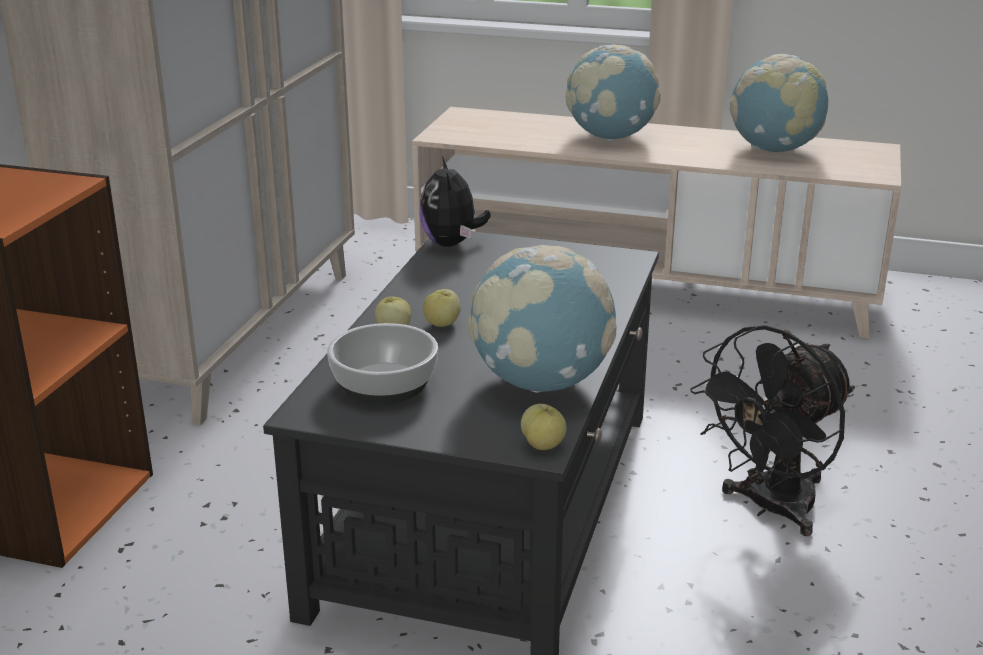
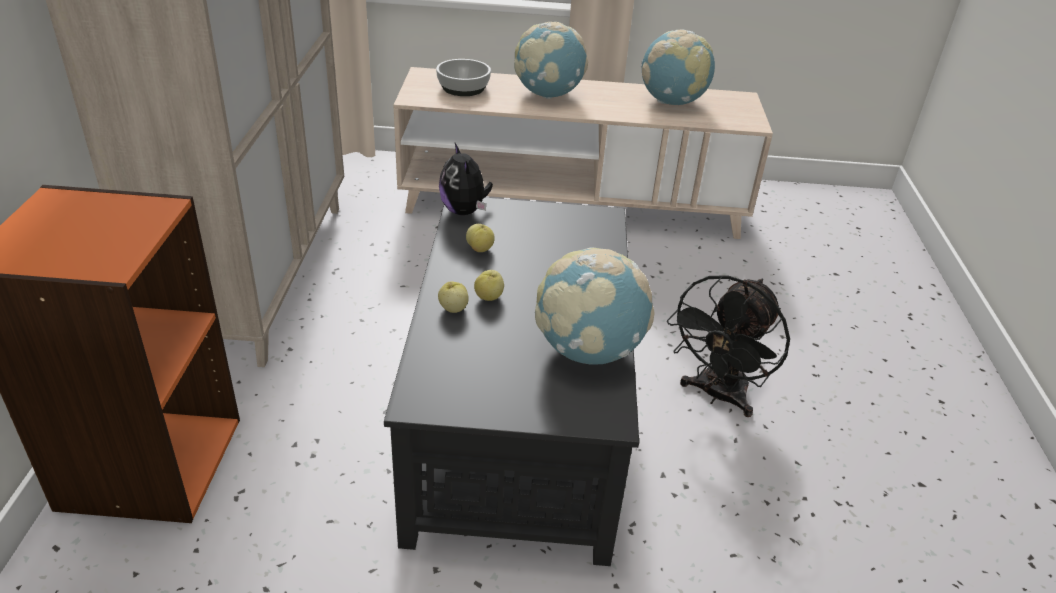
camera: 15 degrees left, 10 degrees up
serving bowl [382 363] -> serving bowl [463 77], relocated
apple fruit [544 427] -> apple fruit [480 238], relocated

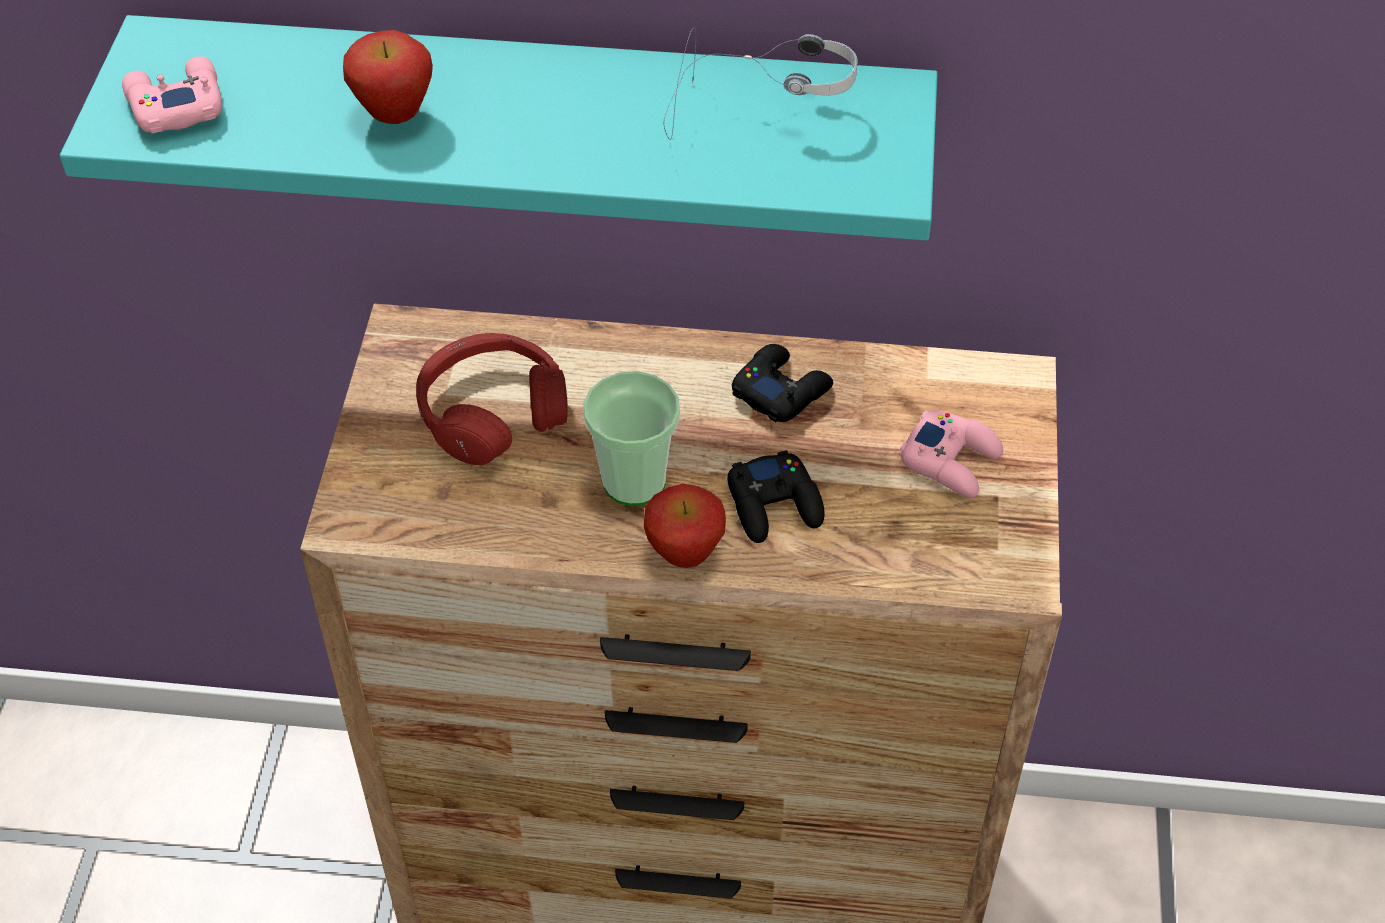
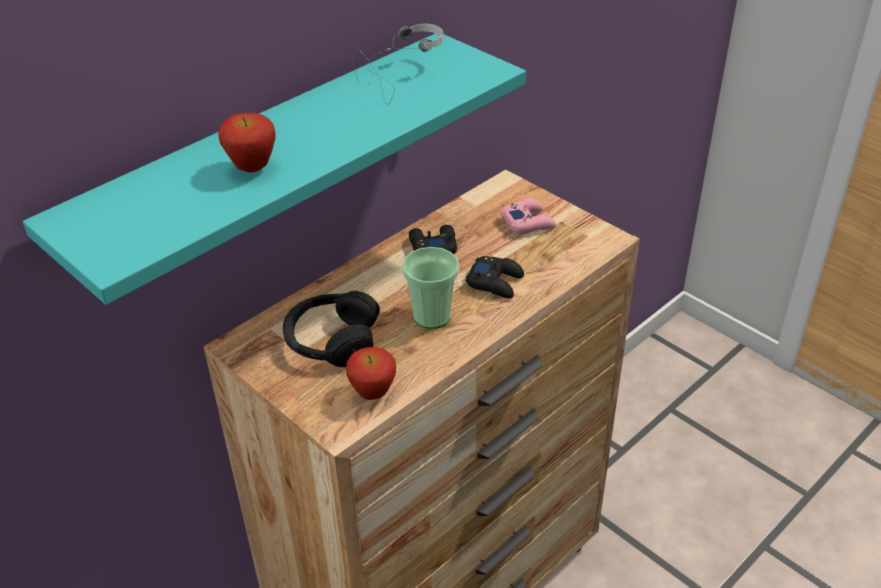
camera: 50 degrees left, 10 degrees down
pink-coloured game controller [172 94] -> none
reddish pair of headphones [492 399] -> black pair of headphones [331 329]
apple fruit [685 526] -> apple fruit [371 373], relocated

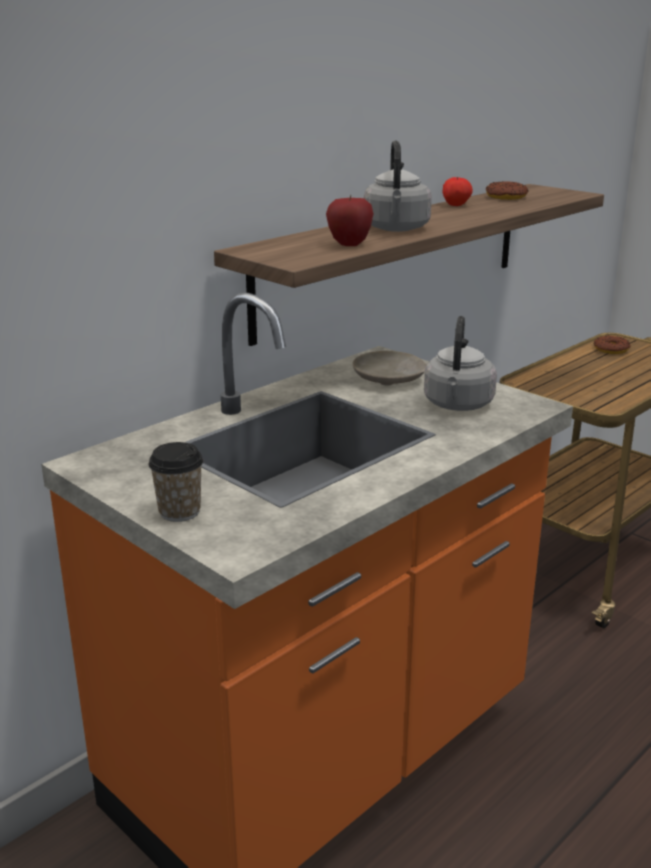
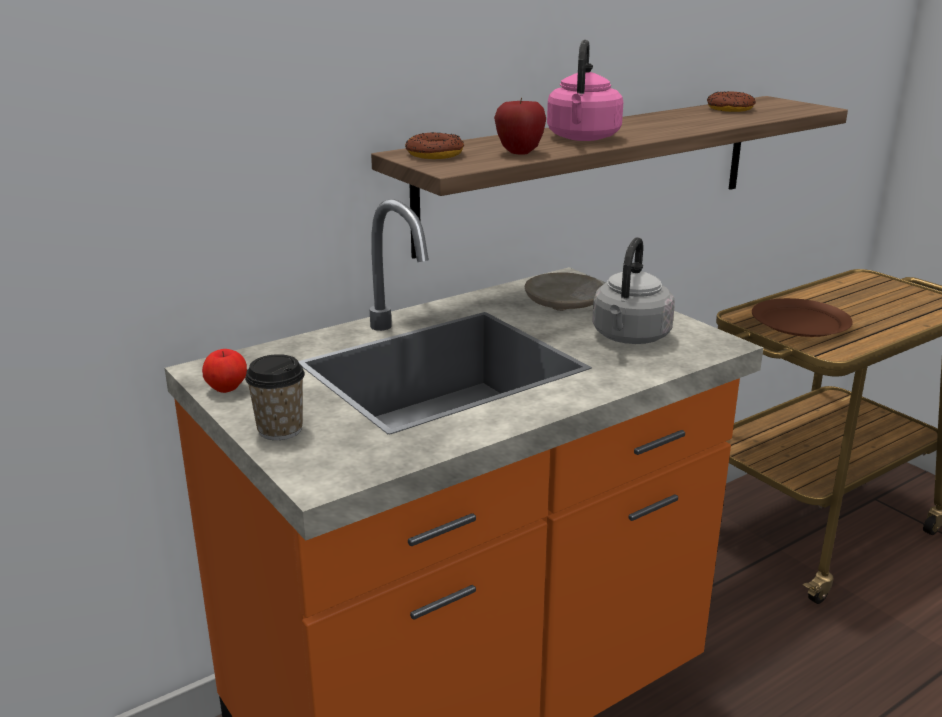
camera: 10 degrees right, 0 degrees up
grey kettle [398 186] -> pink-coloured kettle [585 90]
apple fruit [457 191] -> apple fruit [224 371], relocated
donut [612 344] -> donut [434 145], relocated
none -> brown-coloured dinner plate [802 317]

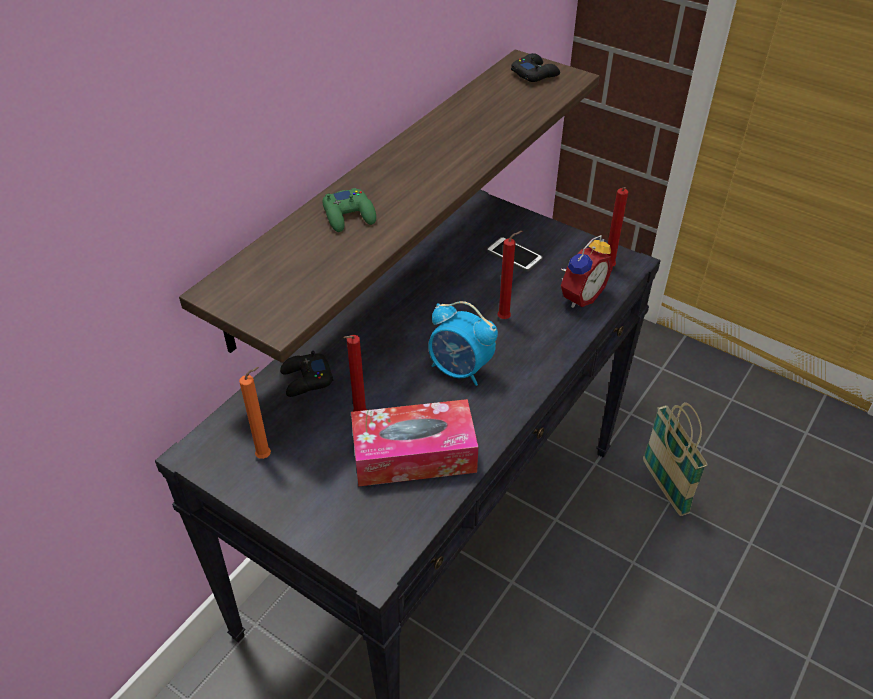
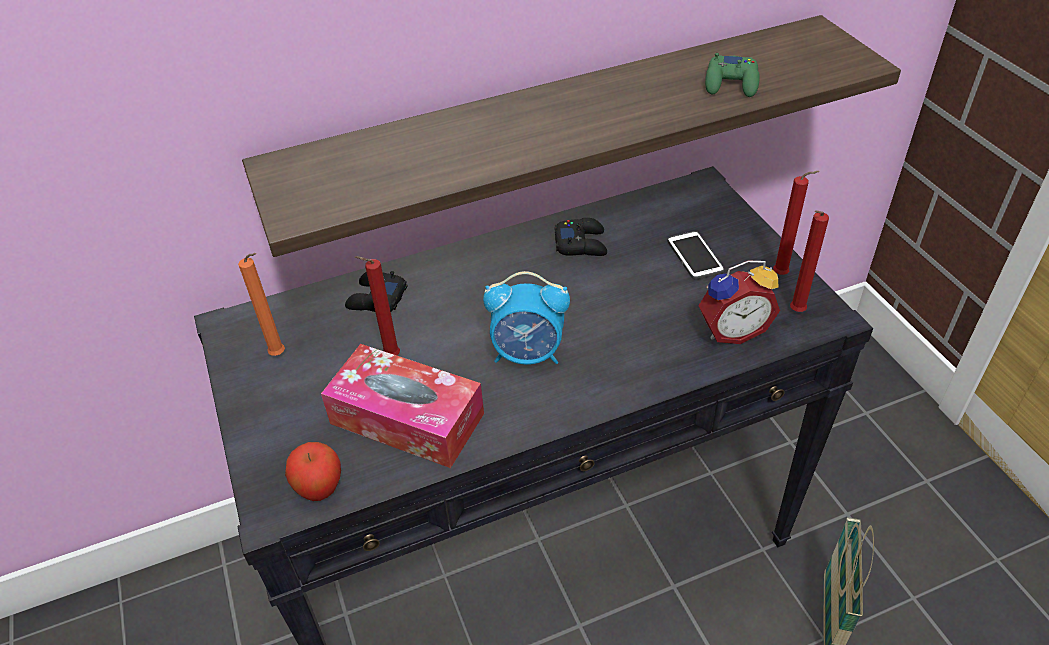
camera: 35 degrees right, 0 degrees up
black game controller [535 67] -> black game controller [581 237], relocated
greenish game controller [349 210] -> greenish game controller [732 75], relocated
reddish wax light [509 275] -> reddish wax light [796 223], relocated
table clock [463 343] -> table clock [526 318], 60 degrees counterclockwise
none -> apple fruit [313 471]

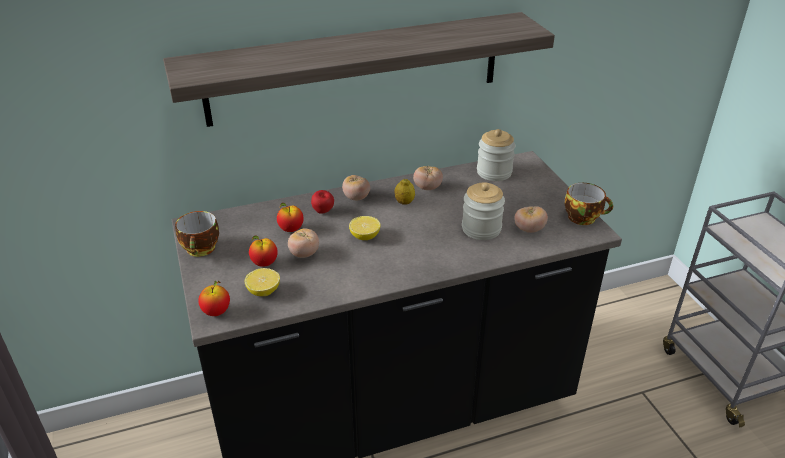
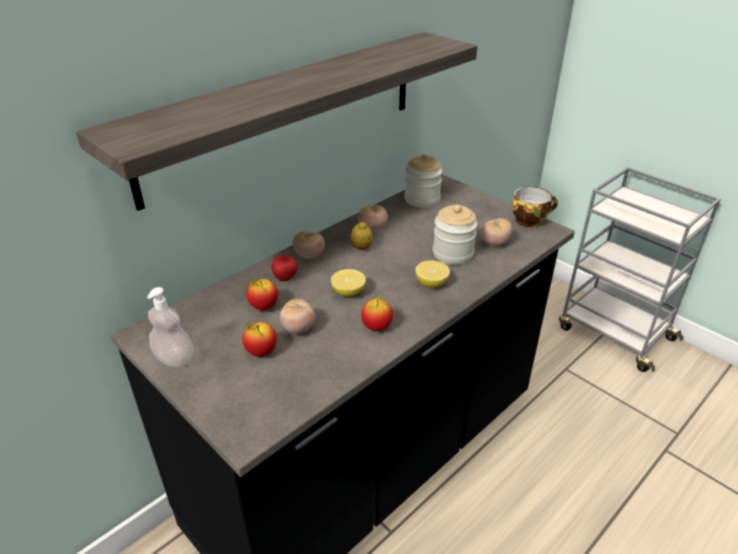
camera: 25 degrees left, 0 degrees up
drinking cup [197 234] -> soap dispenser [170 327]
citrus fruit [262 282] -> citrus fruit [432 274], relocated
apple fruit [214 298] -> apple fruit [377 312], relocated

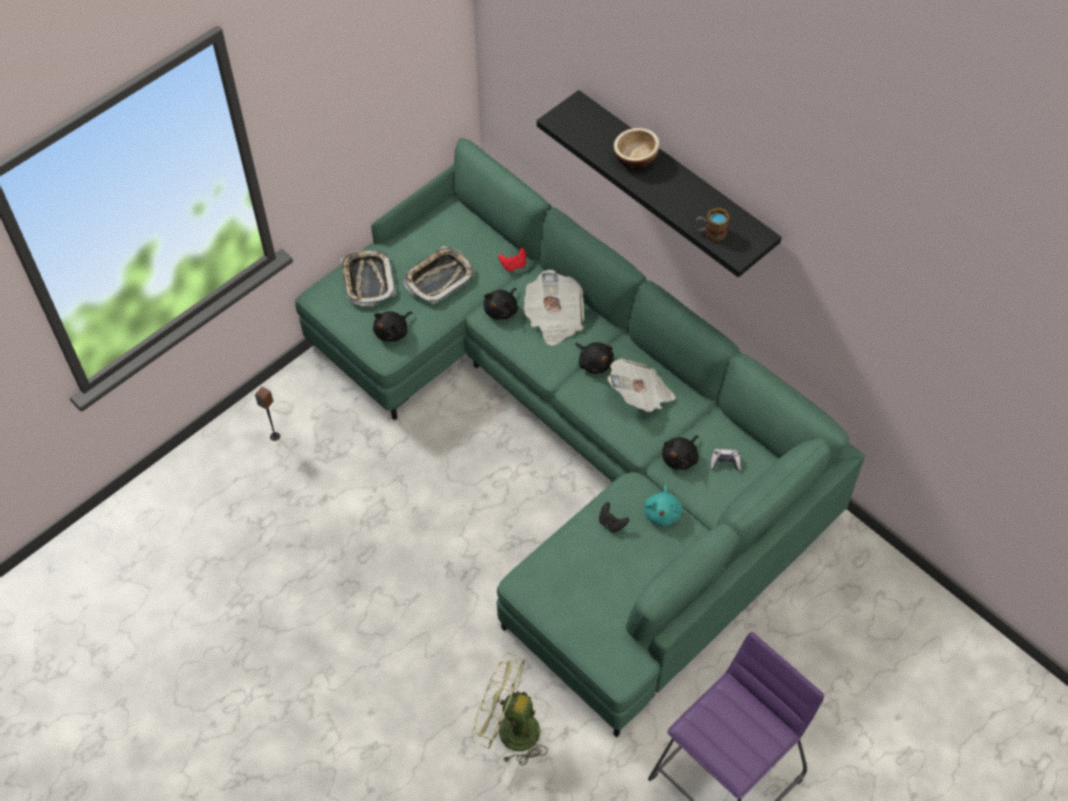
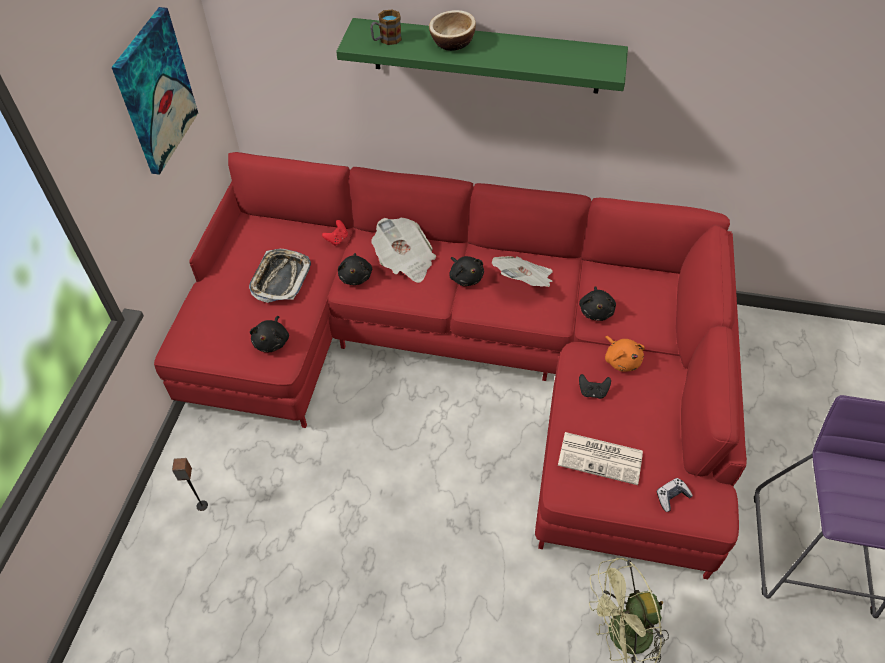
camera: 35 degrees left, 5 degrees down
black shelf [659 184] -> greenish shelf [482 56]
greenish couch [580 438] -> reddish couch [450 365]
mug [713 225] -> mug [386 27], relocated
carrying tray [368 278] -> none
black plush toy [594 358] -> black plush toy [466 271], 45 degrees clockwise
game controller [725 460] -> game controller [675 495], relocated
blue-green plush toy [664 505] -> orange-coloured plush toy [625 354]
none -> picture [155 91]
none -> printed paper [600 458]

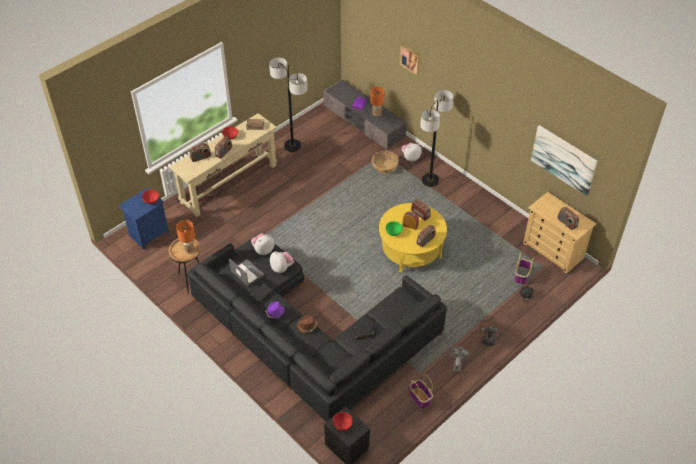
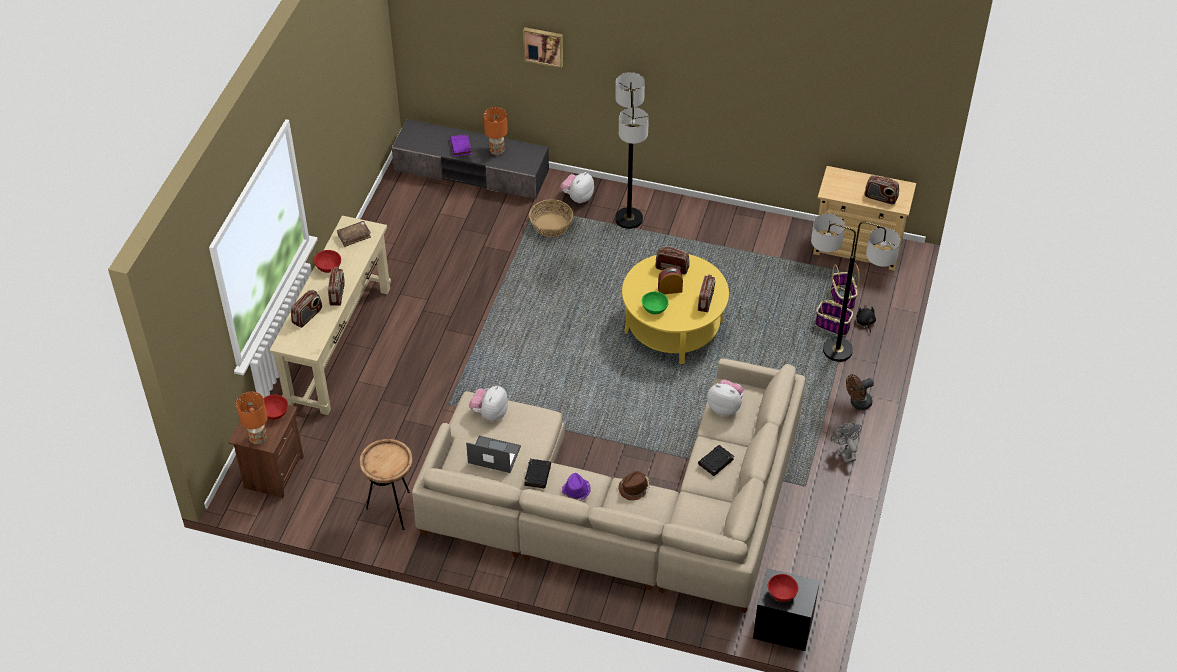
camera: 30 degrees left, 0 degrees up
standard lamp [288 104] -> standard lamp [856 288], relocated
picture [564 160] -> none
bluish nightstand [143 219] -> brown-coloured nightstand [266 452]
orange-coloured lamp for a table [185 236] -> orange-coloured lamp for a table [252 417], relocated
black couch [317 327] -> beige couch [608 485]
plush toy [282 262] -> plush toy [725 397], relocated
basket [421 392] -> basket [834 311], relocated

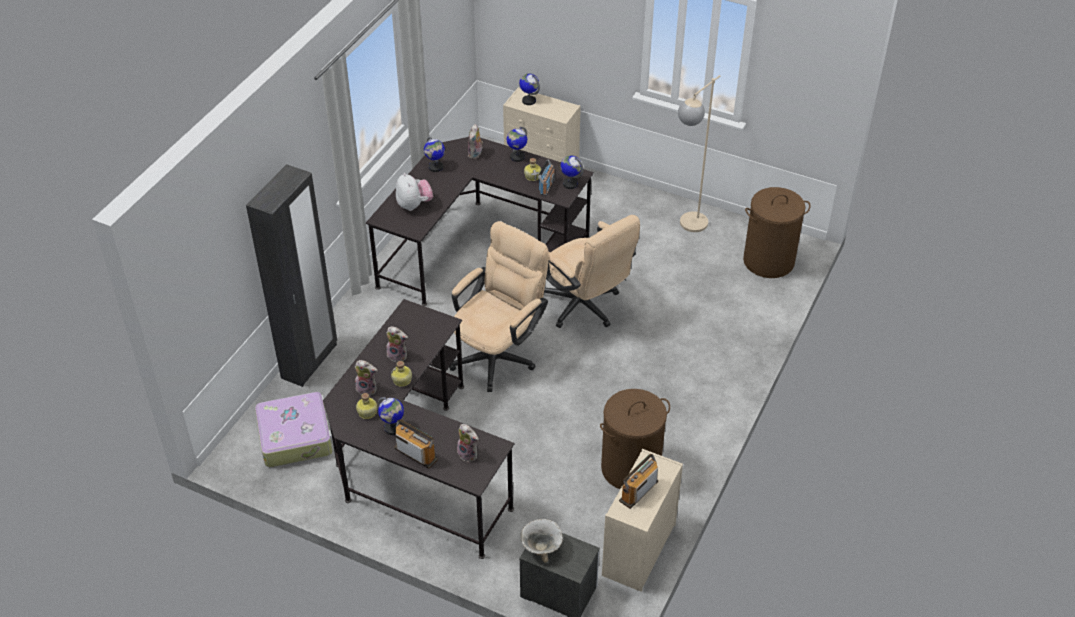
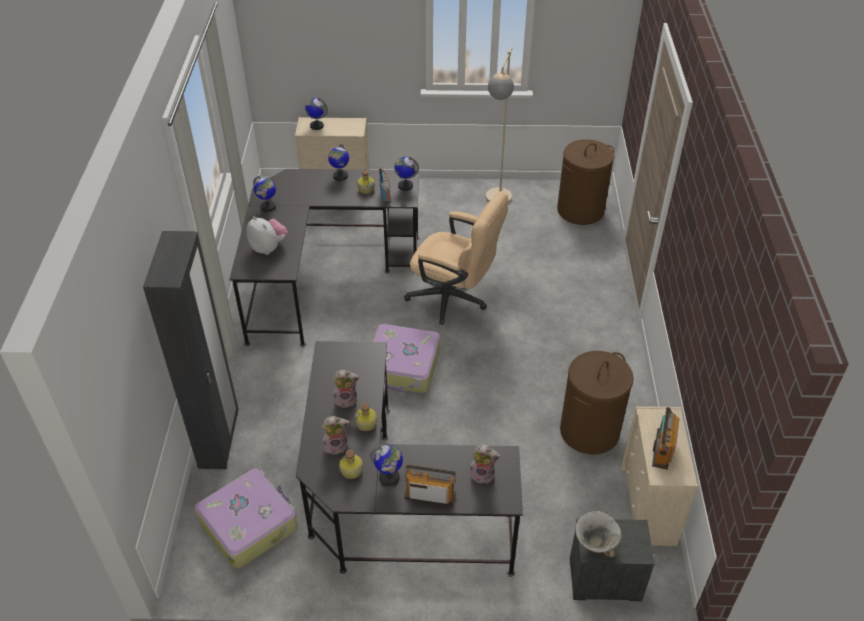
camera: 25 degrees left, 0 degrees up
plush toy [475 141] -> none
beige computer chair [499 306] -> suitcase [406 358]

